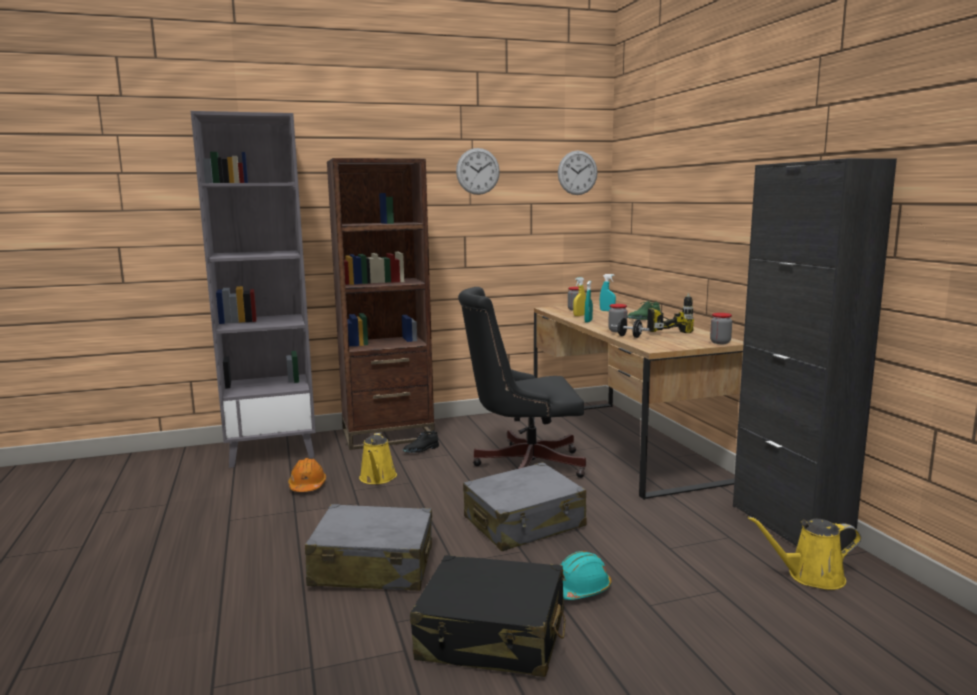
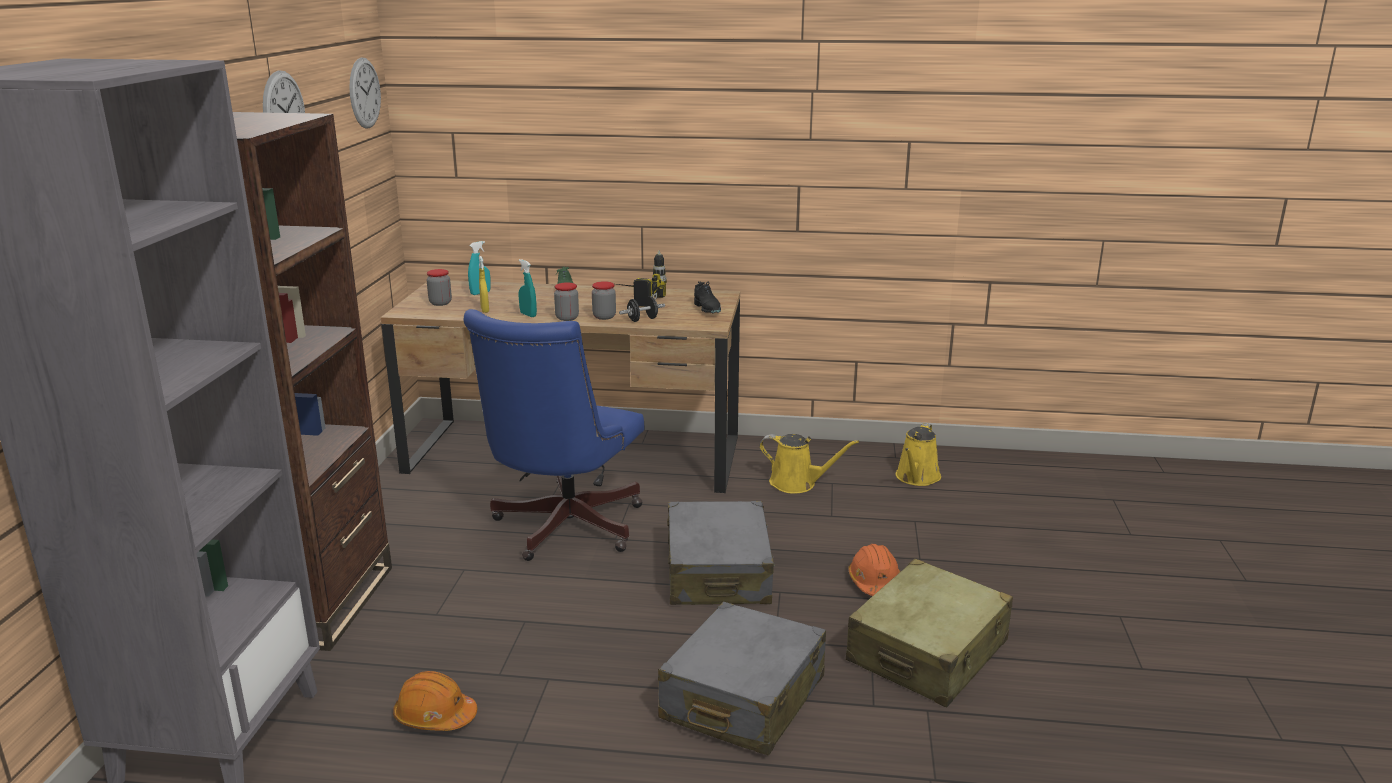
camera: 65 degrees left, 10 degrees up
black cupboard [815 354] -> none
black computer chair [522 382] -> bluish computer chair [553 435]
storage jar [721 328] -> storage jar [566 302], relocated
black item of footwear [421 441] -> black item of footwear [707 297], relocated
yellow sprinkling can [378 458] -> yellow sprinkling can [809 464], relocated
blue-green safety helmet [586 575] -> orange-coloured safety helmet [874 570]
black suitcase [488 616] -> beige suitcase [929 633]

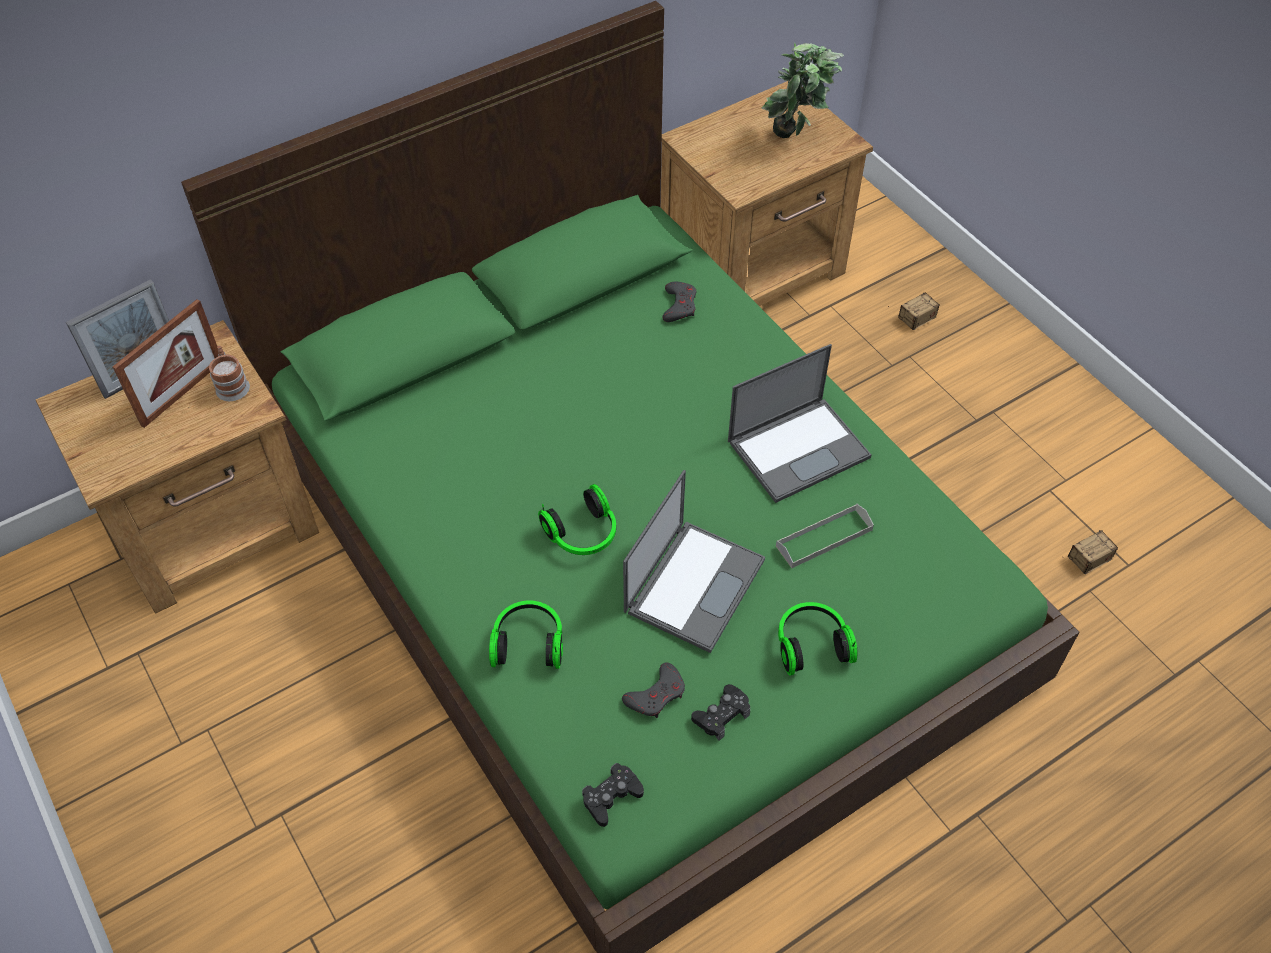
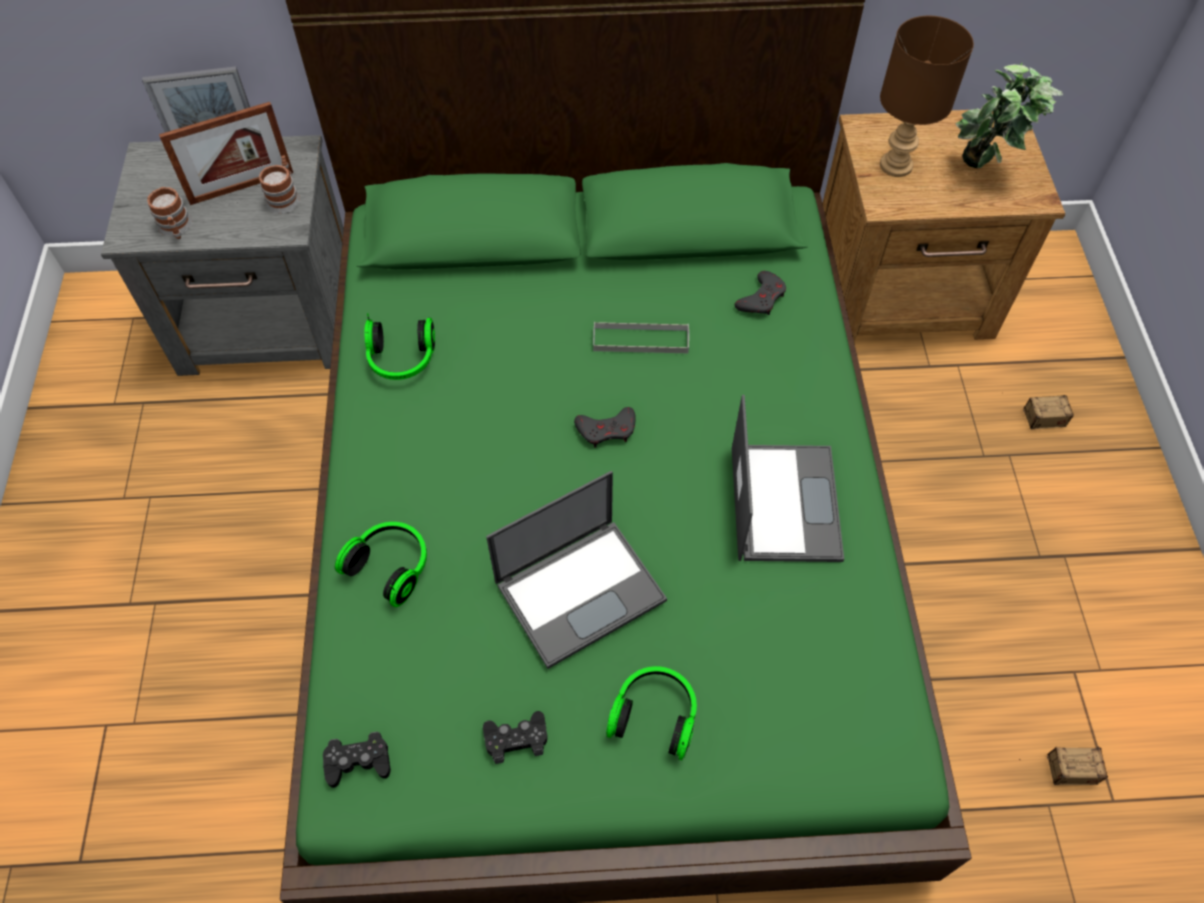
camera: 30 degrees right, 5 degrees up
brown-coloured nightstand [177 467] -> grey nightstand [222 255]
laptop [799 423] -> laptop [788 478], 90 degrees counterclockwise
pair of headphones [577 519] -> pair of headphones [399 346], relocated
grey carrying tray [825 536] -> grey carrying tray [641 337], relocated
grey game controller [653 690] -> grey game controller [605 427], relocated
none -> brown-coloured lamp for a table [927 96]
none -> mug [169 213]

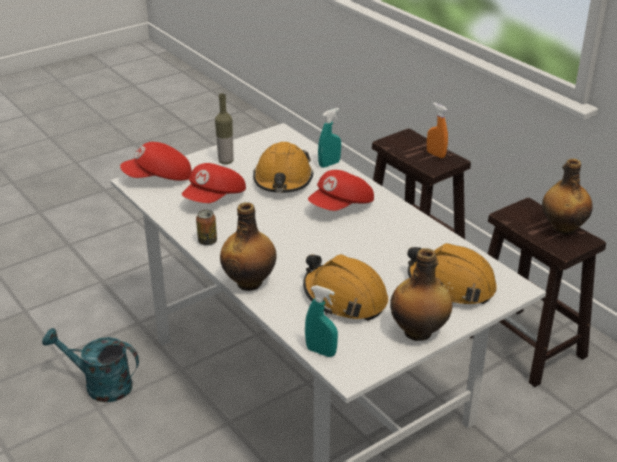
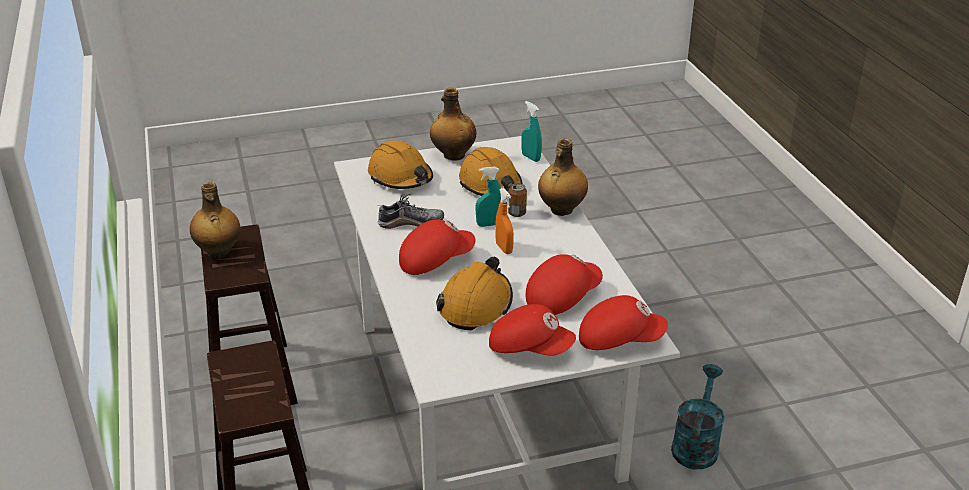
camera: 160 degrees left, 0 degrees up
bottle [224 128] -> reddish peaked cap [532 330]
orange-coloured hand sprayer [437 130] -> orange-coloured hand sprayer [504 221], relocated
blue-green hand sprayer [329 138] -> blue-green hand sprayer [488 197], relocated
metal can [206 228] -> metal can [517 200], relocated
blue-green sprinkling can [90 365] -> blue-green sprinkling can [698 417], 105 degrees counterclockwise
none -> item of footwear [410 211]

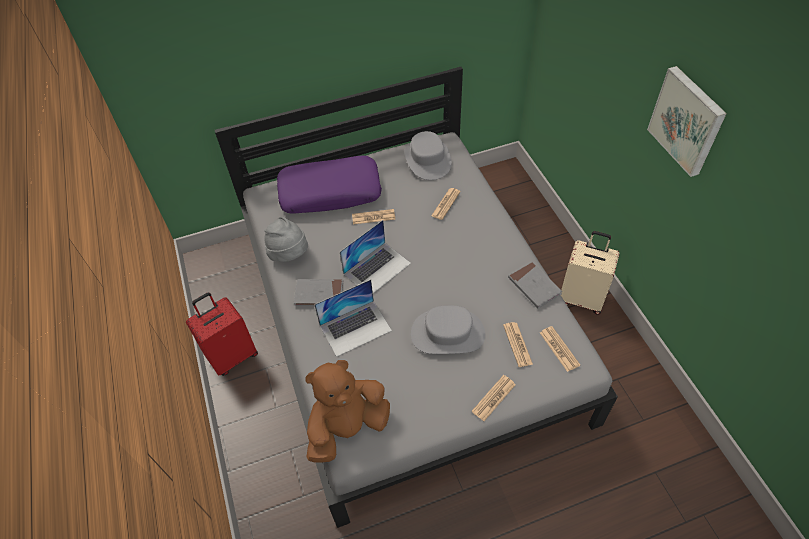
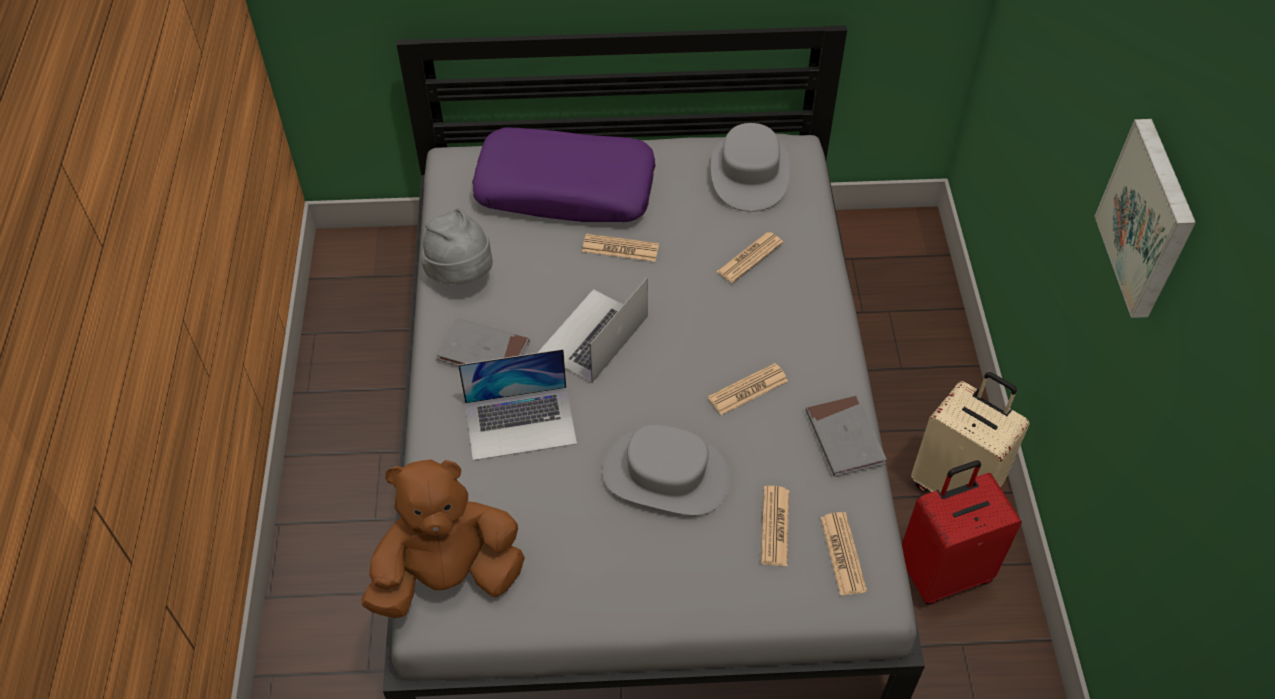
camera: 15 degrees right, 0 degrees up
laptop [375 256] -> laptop [593 330], 150 degrees clockwise
reddish suitcase [222 334] -> reddish suitcase [962 532], relocated
printed paper [493 398] -> printed paper [748 389], relocated

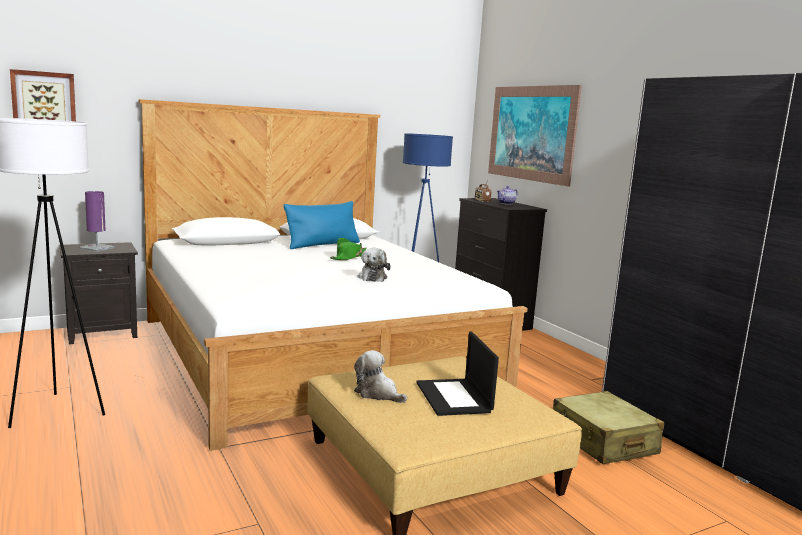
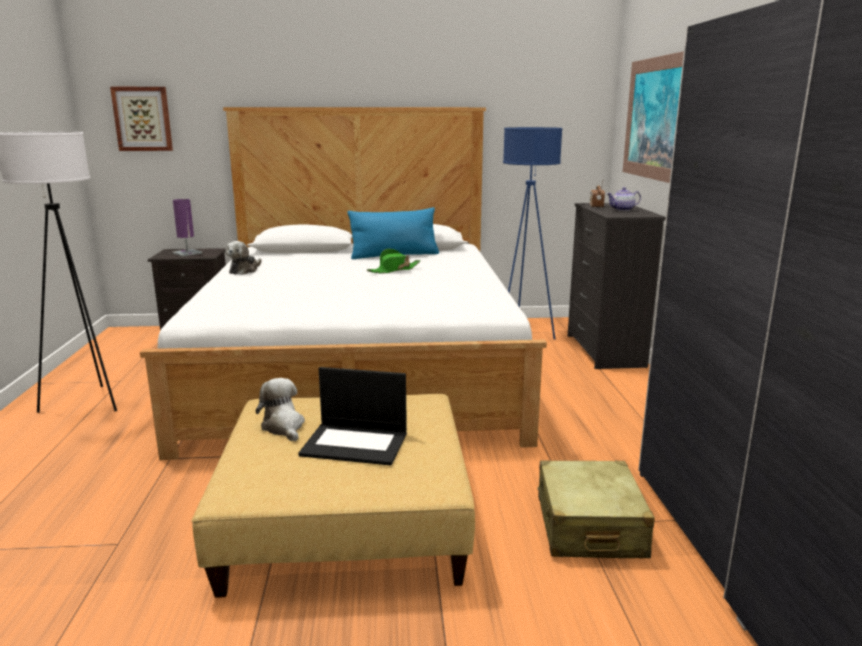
camera: 25 degrees right, 5 degrees up
plush toy [374 265] -> plush toy [243 258], relocated
laptop [457 373] -> laptop [352 416], 90 degrees counterclockwise

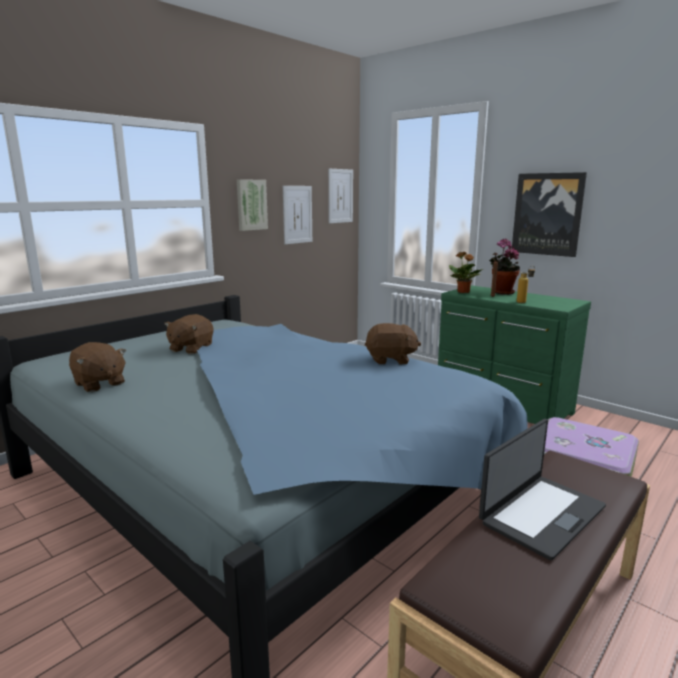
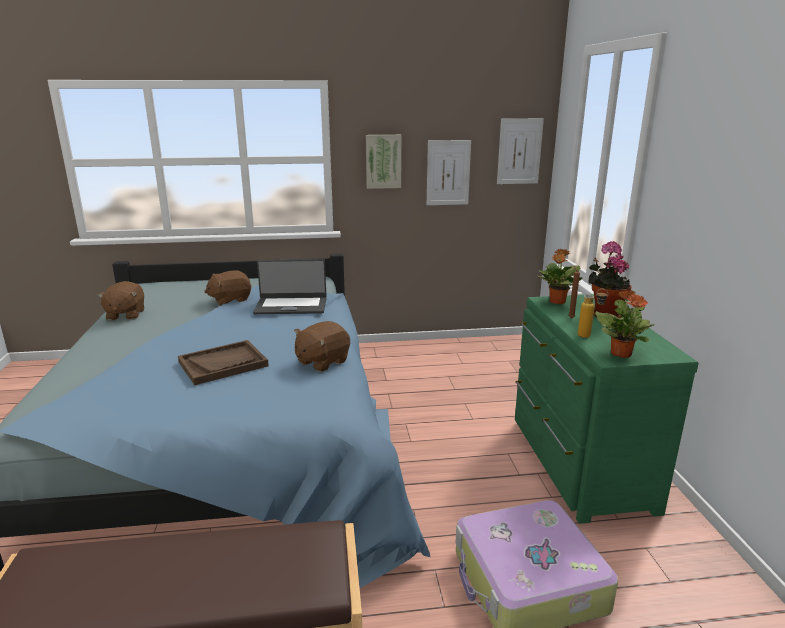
camera: 40 degrees right, 5 degrees up
picture [549 214] -> none
brown-coloured plush toy [393 343] -> brown-coloured plush toy [322 346], 90 degrees clockwise
laptop [542 490] -> laptop [289 286], relocated
none -> houseplant [624 324]
none -> brown-coloured carrying tray [223 362]

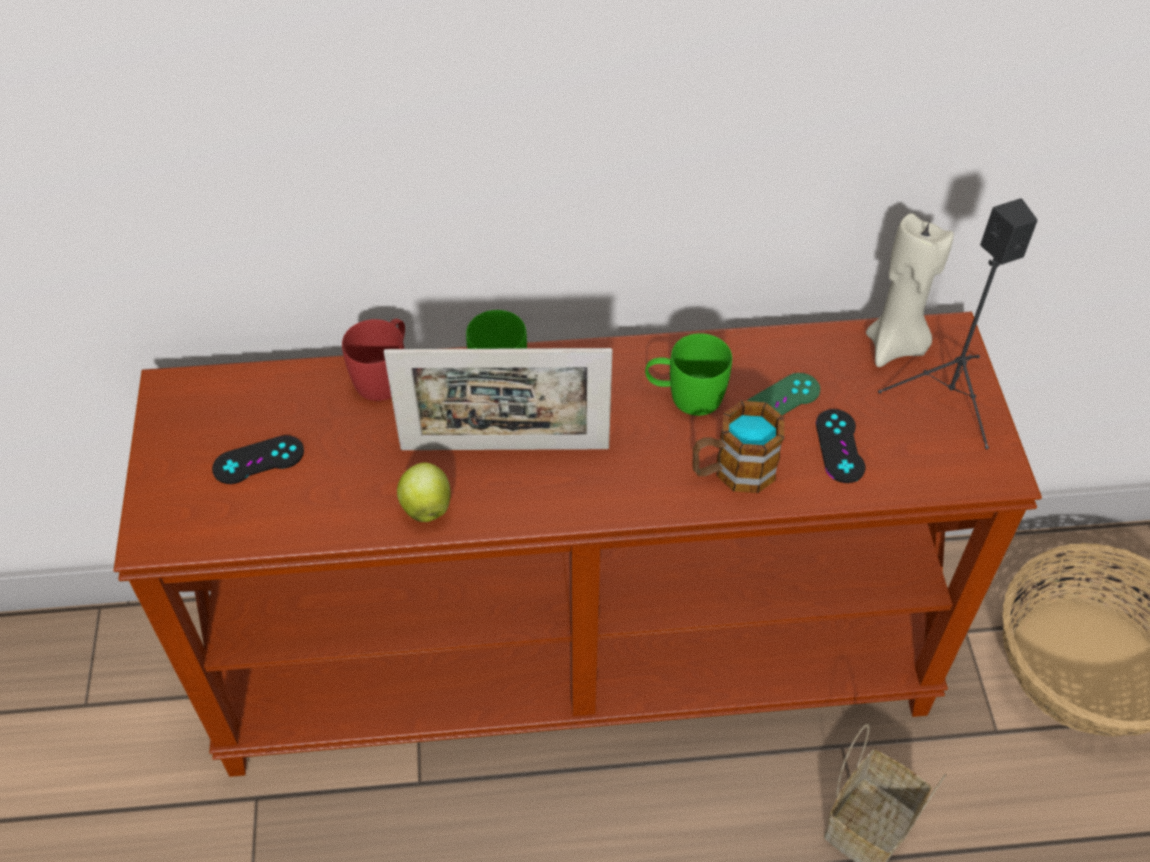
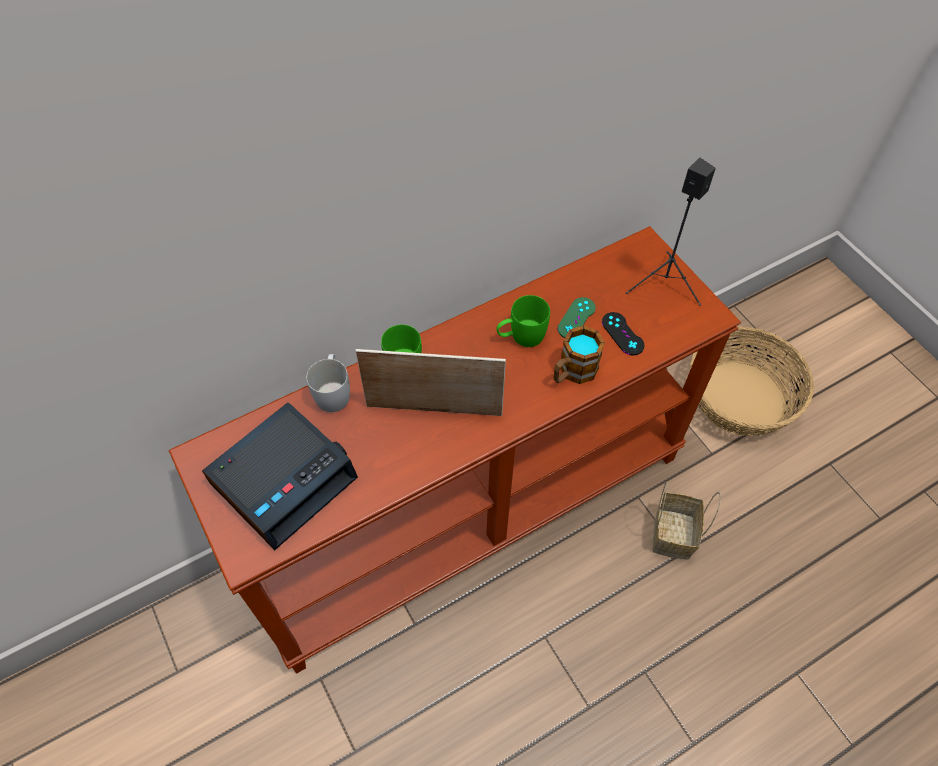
camera: 25 degrees left, 5 degrees up
beige wax light [910 290] -> none
reddish mug [373 360] -> whitish mug [328 383]
photo frame [498 399] -> photo frame [430 382], 150 degrees counterclockwise
black game controller [258 459] -> table clock [280 476]
apple fruit [424 492] -> none

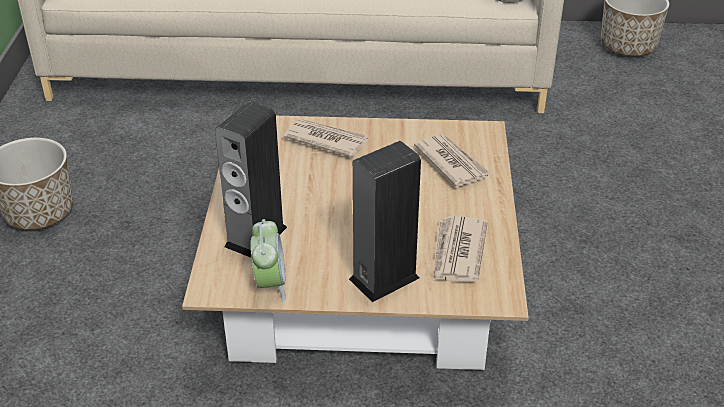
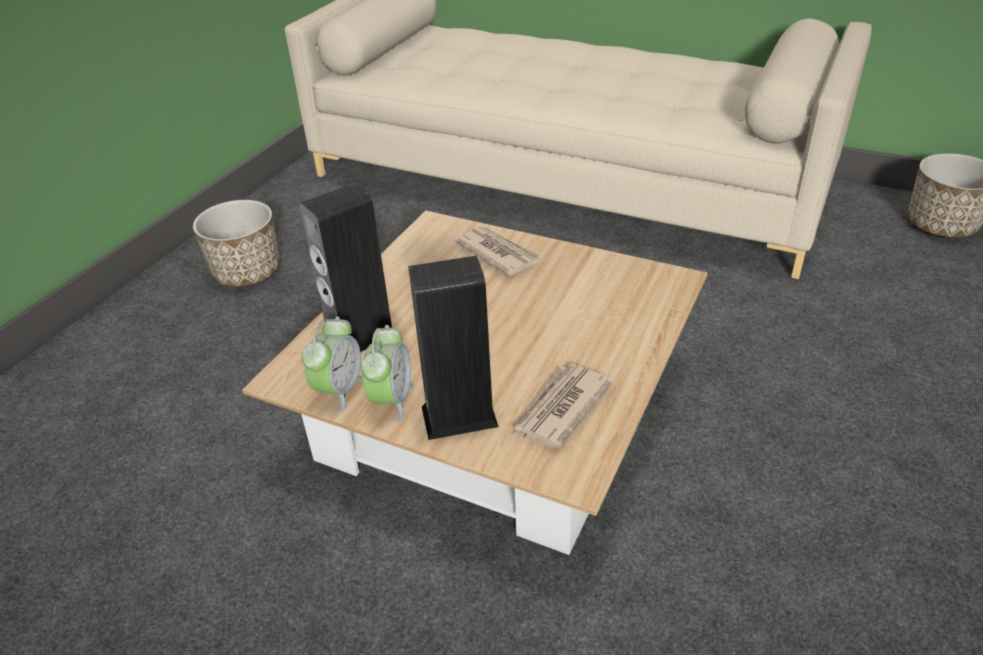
camera: 25 degrees right, 0 degrees up
printed paper [452 160] -> none
none -> table clock [388 373]

